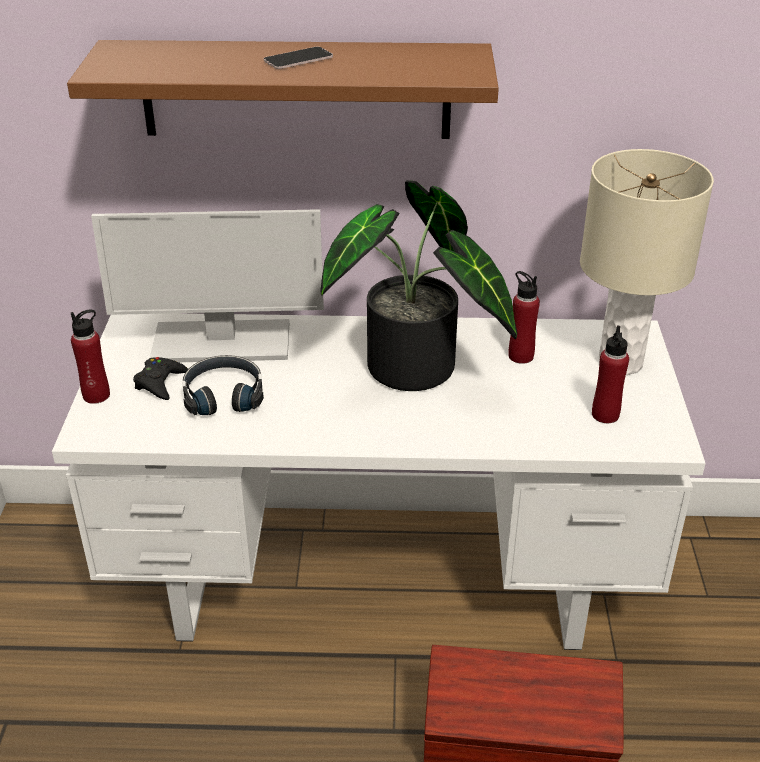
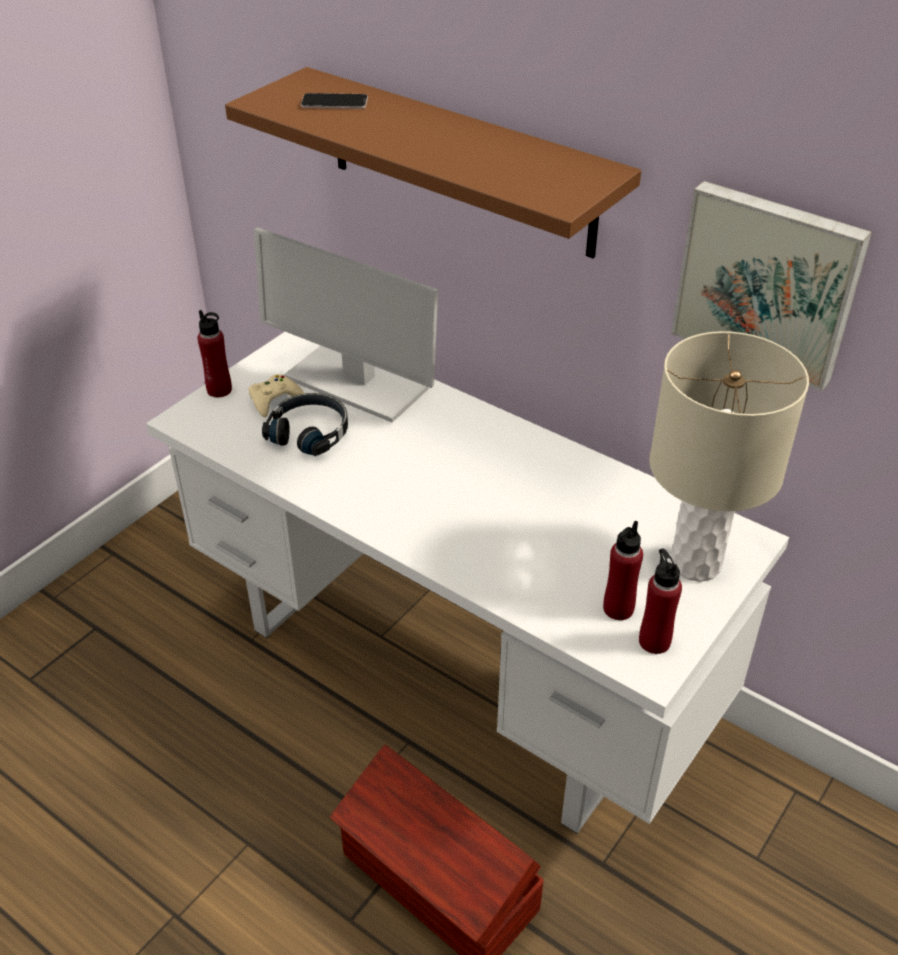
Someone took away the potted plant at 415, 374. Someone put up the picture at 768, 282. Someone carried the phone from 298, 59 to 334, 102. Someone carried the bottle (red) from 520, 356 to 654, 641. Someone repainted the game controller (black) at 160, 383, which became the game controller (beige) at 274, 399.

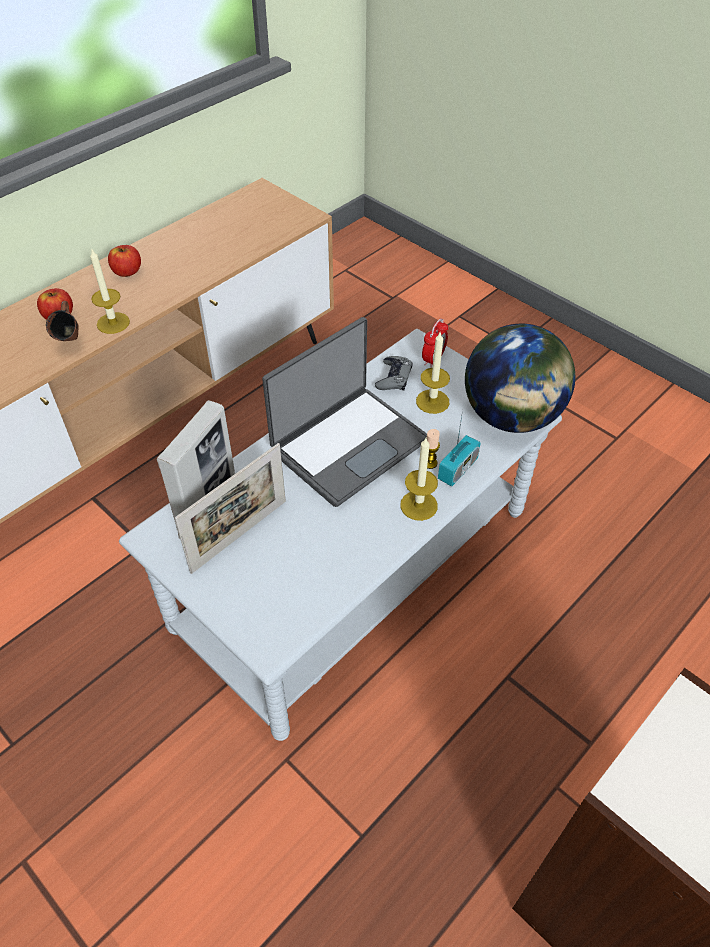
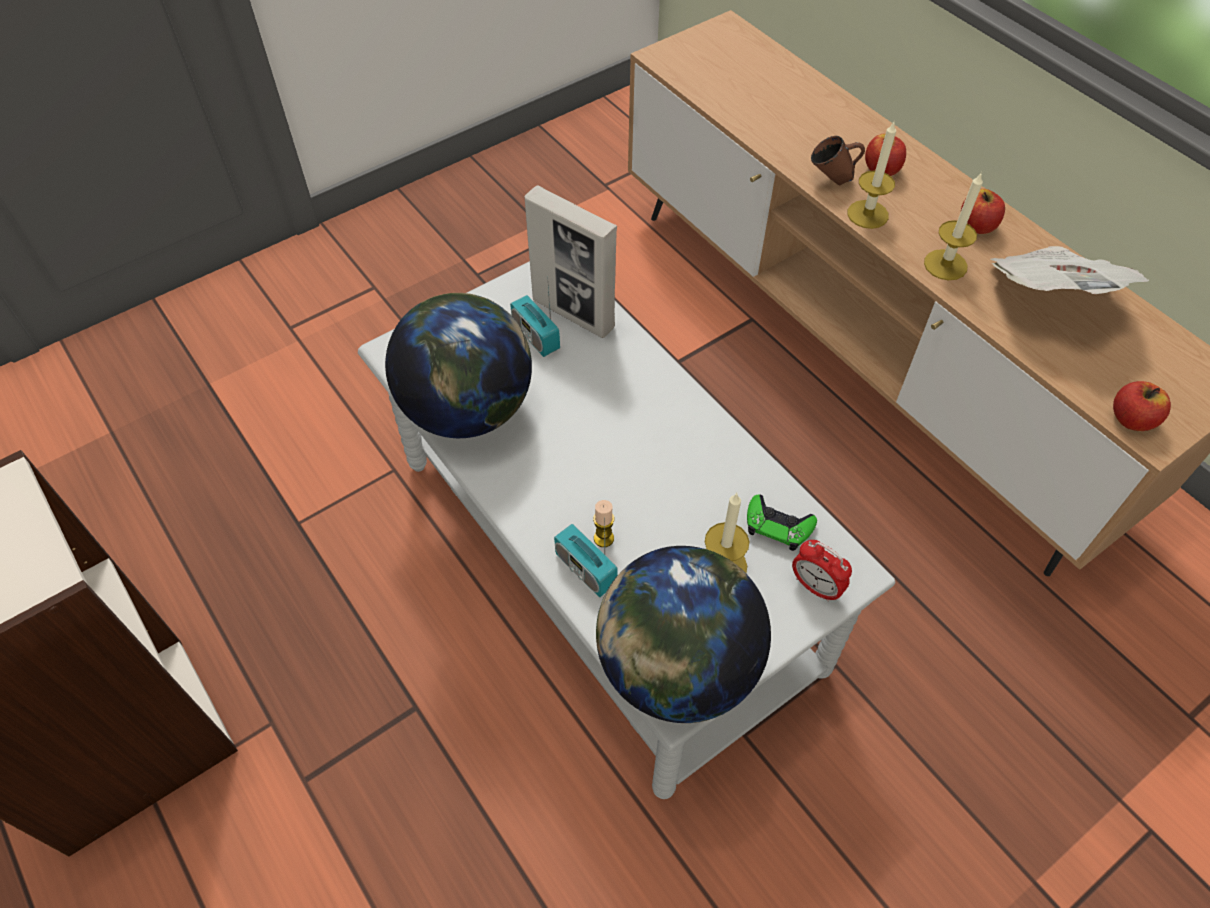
Someone took away the laptop at 348, 445. Someone put down the globe at 468, 409. Someone put down the newspaper at 1051, 296. Someone put down the apple at 1131, 419. Someone carried the candle from 418, 505 to 945, 265. Someone swapped the picture frame at 239, 536 for the radio at 535, 336. Someone repainted the game controller (grey) at 394, 377, which became the game controller (green) at 778, 526.

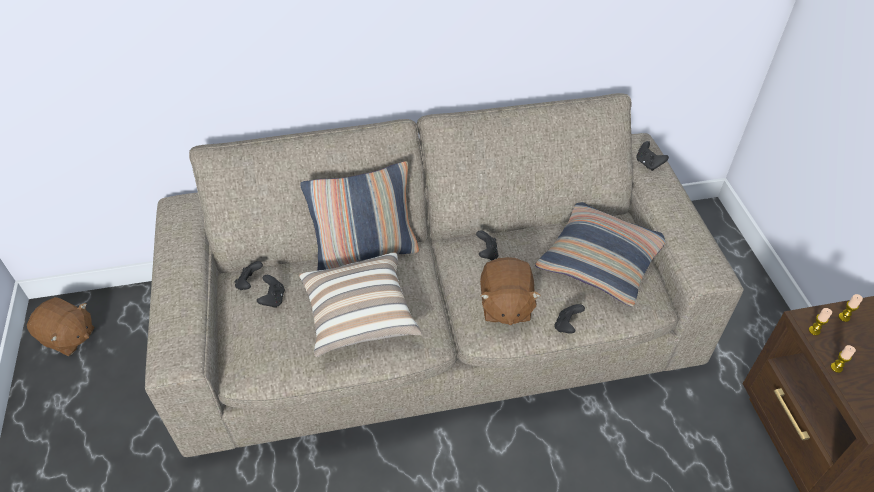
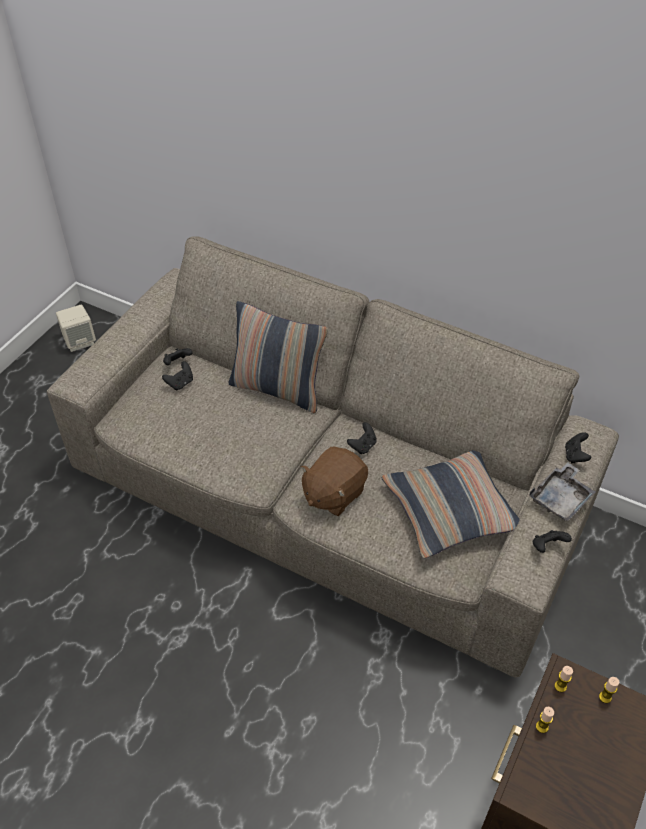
Someone took away the pillow at 360, 316. Someone put down the tray (grey) at 561, 498. Someone carried the game controller (black) from 567, 325 to 547, 547. Someone swapped the plush toy (brown) at 68, 337 for the speaker (beige) at 80, 341.

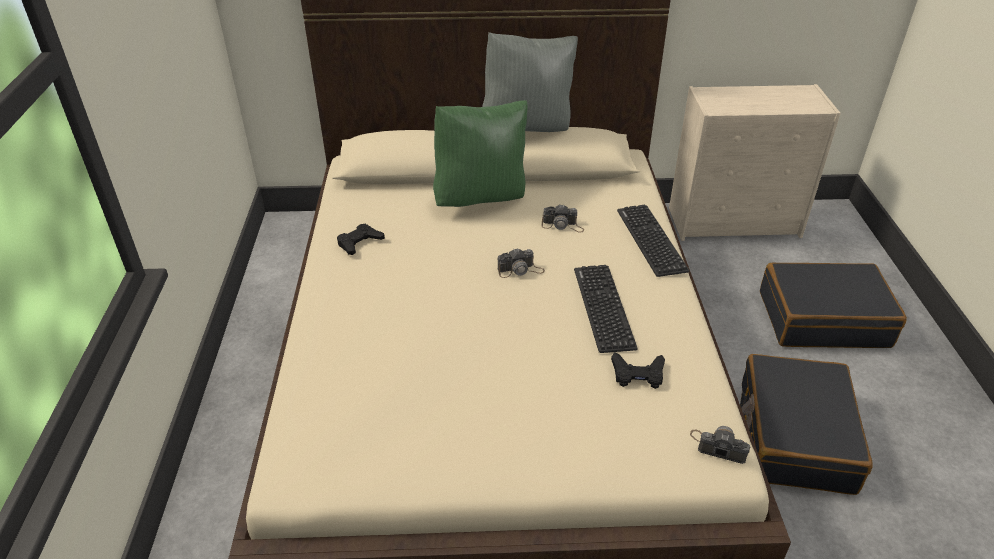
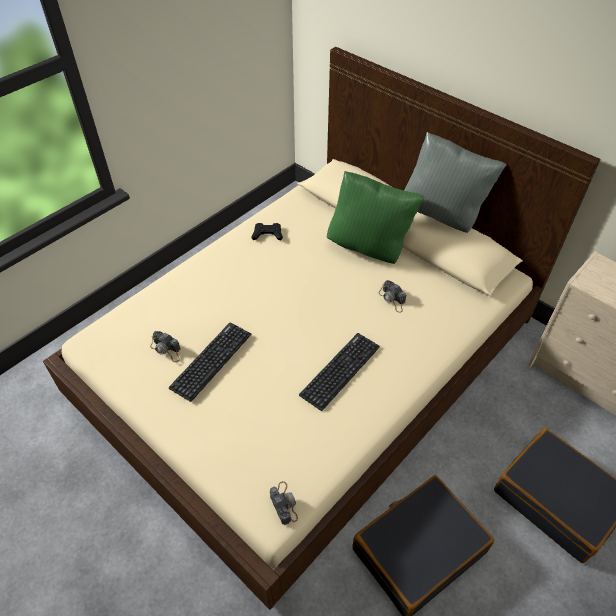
Someone took away the game controller (black) at 638, 374. Someone carried the photo camera from 520, 270 to 166, 350. Someone carried the keyboard from 651, 240 to 211, 360.

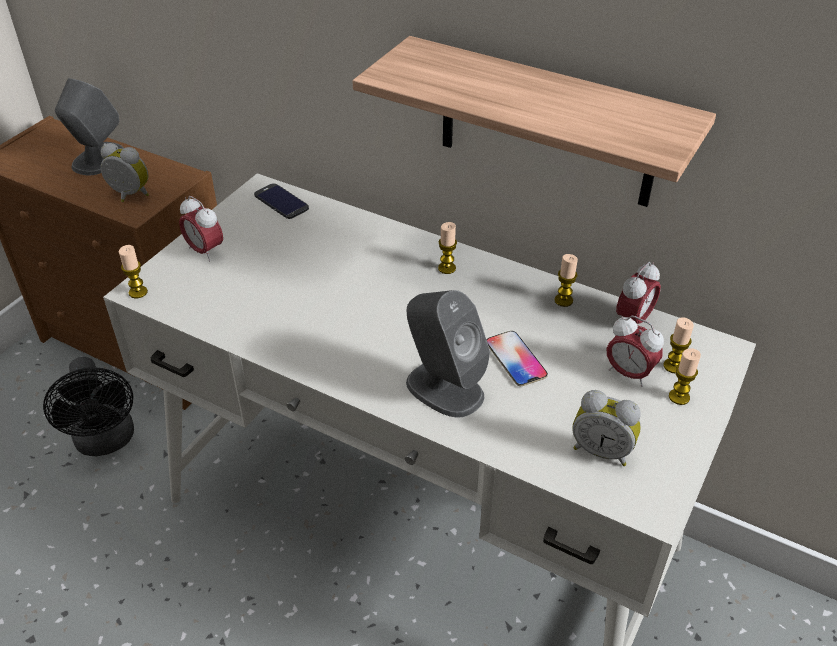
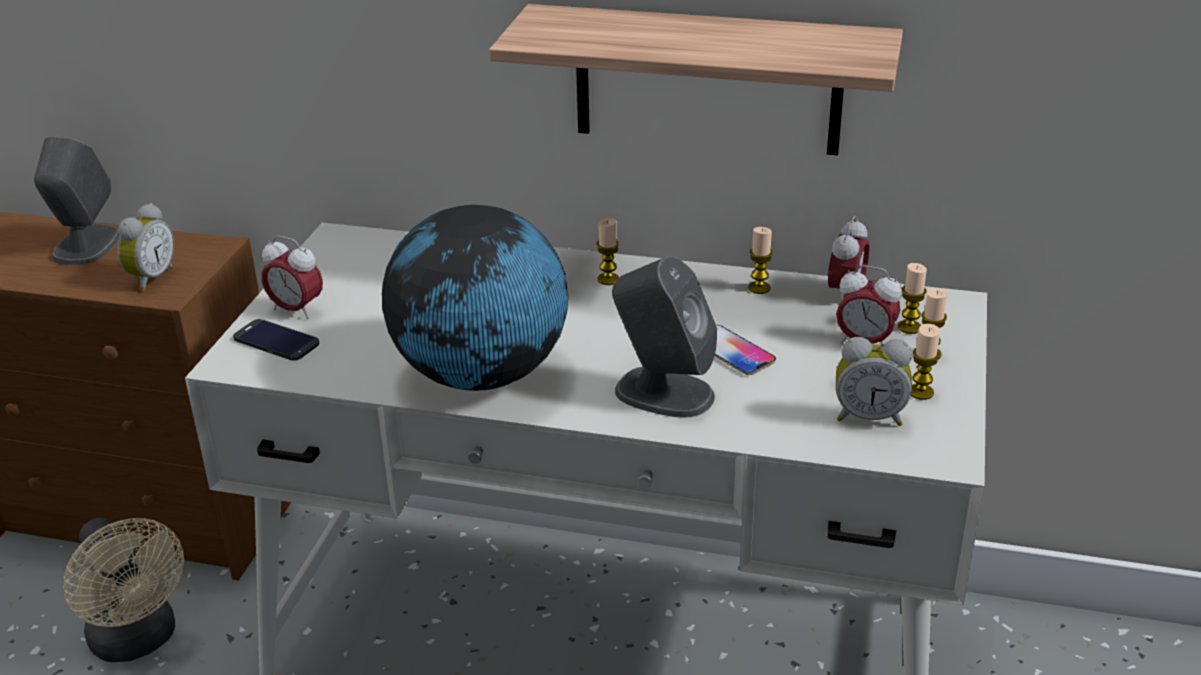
Someone put down the globe at 481, 375. Someone carried the candle from 138, 292 to 920, 392. Someone carried the phone from 281, 201 to 276, 341. Someone repainted the fan (black) at 106, 442, which became the fan (beige) at 138, 641. Someone rotated the alarm clock at 129, 196 by 105 degrees clockwise.

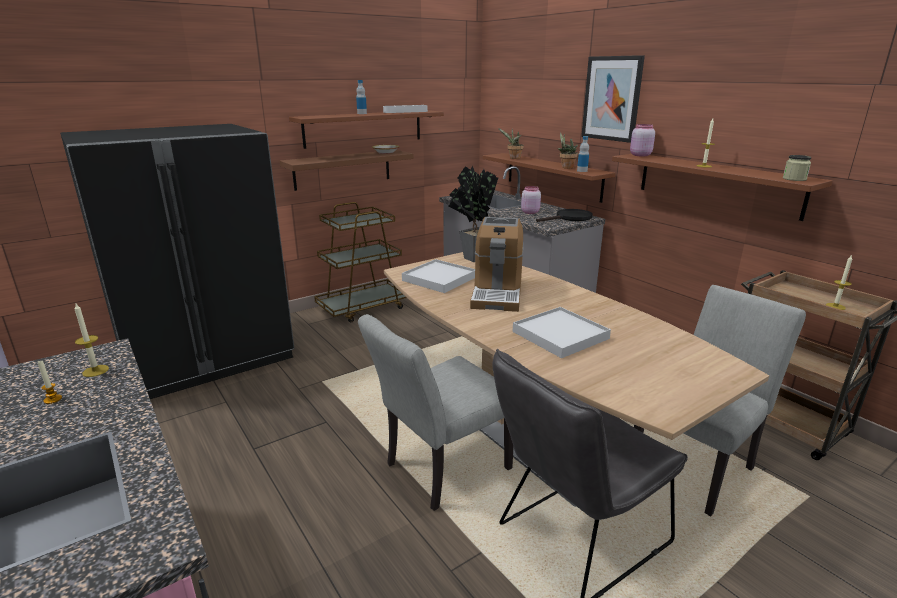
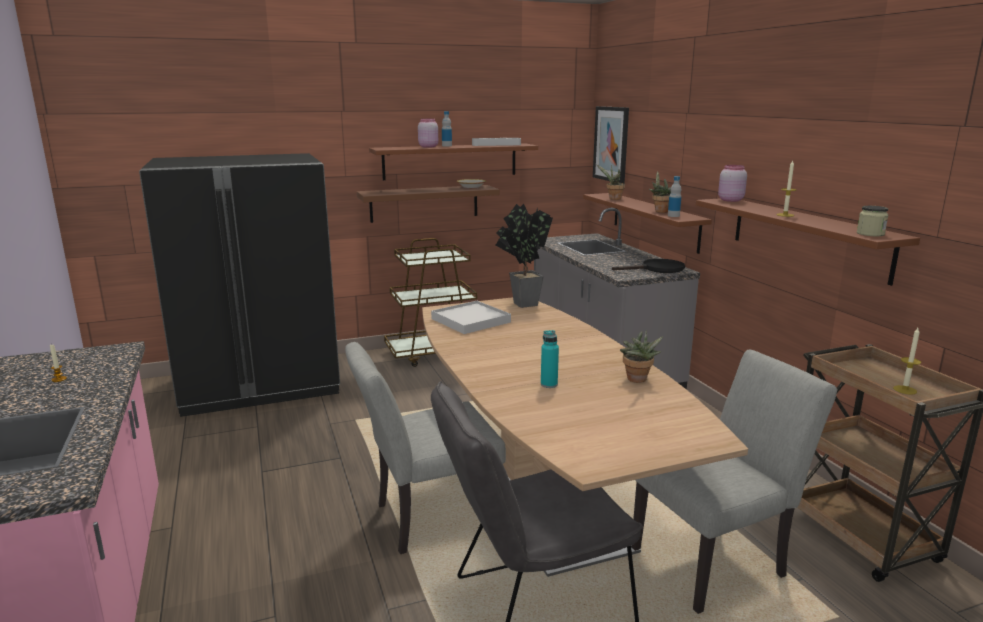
Someone took away the candle at 95, 371. Someone took away the coffee machine at 497, 293. Someone put down the potted plant at 637, 380. Someone carried the jar (pink) from 529, 212 to 428, 146. Someone carried the picture from 612, 98 to 611, 144. Someone swapped the tray (white) at 560, 335 for the bottle (turquoise) at 549, 384.

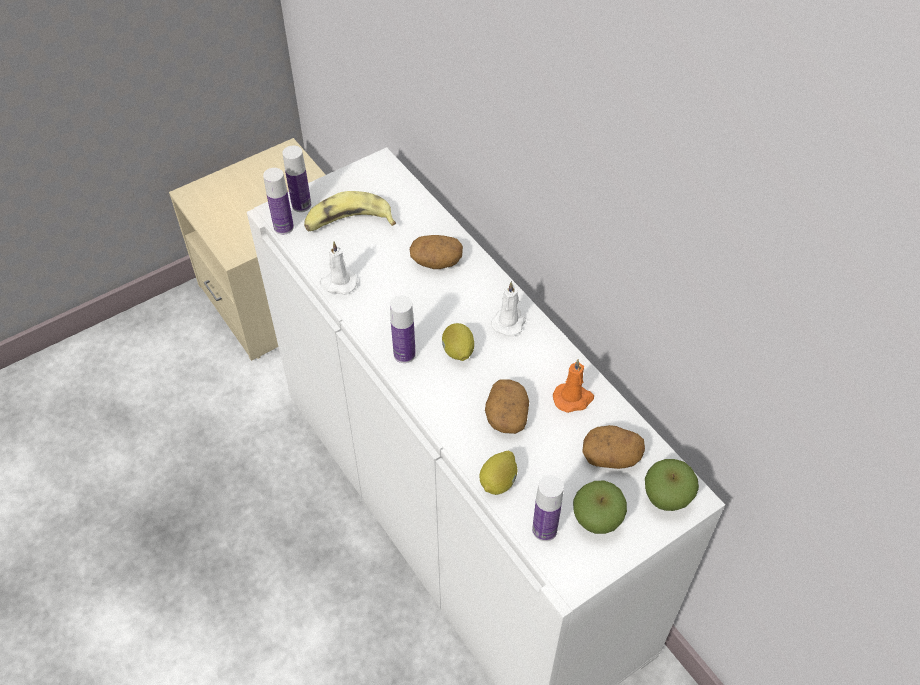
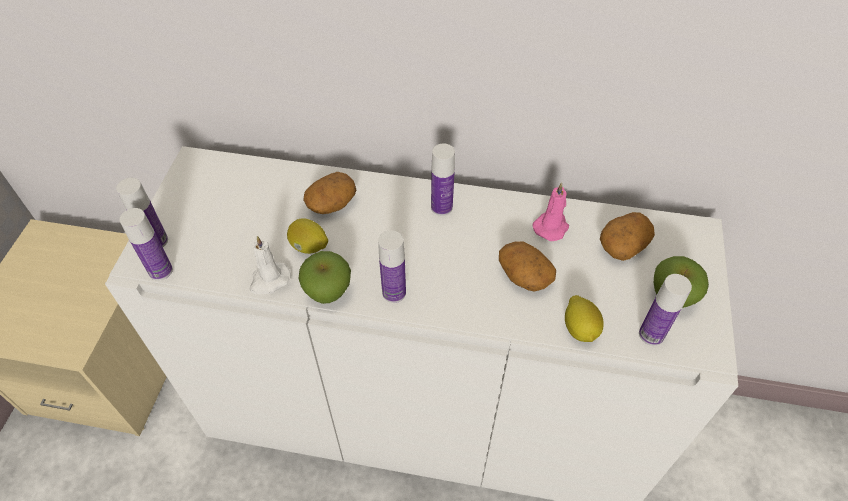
Someone took away the banana at 348, 222. Someone carried the lemon from 458, 352 to 309, 247. Someone carried the apple from 666, 498 to 328, 292. Someone swapped the candle (white) at 509, 322 for the bottle at 441, 207. Someone repainted the candle (orange) at 573, 398, which became the candle (pink) at 551, 226.

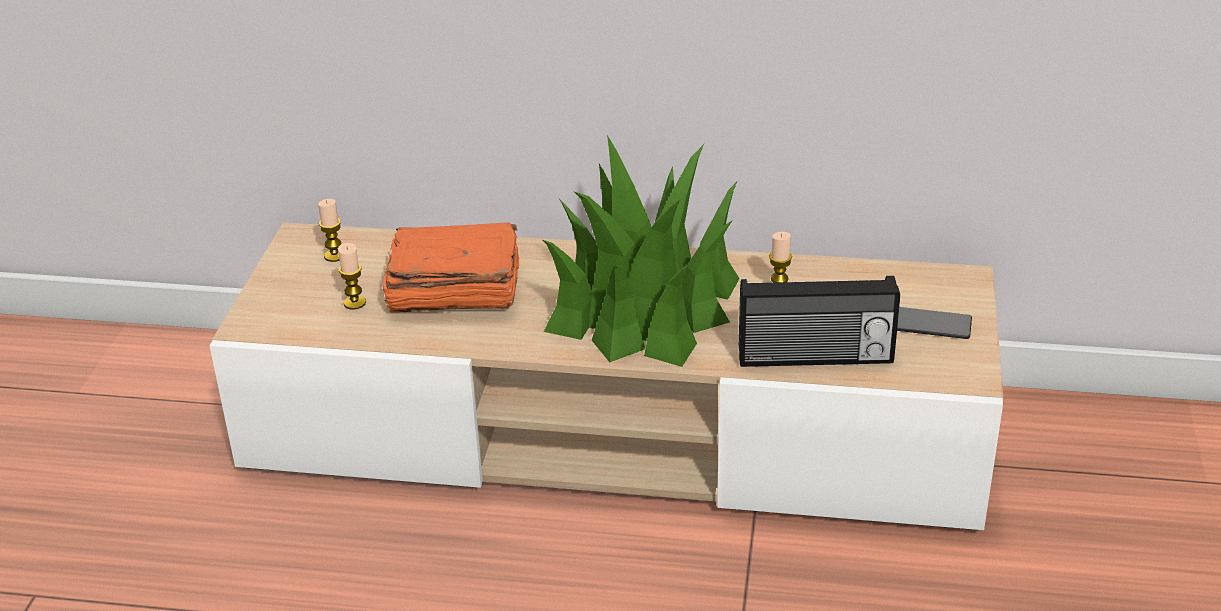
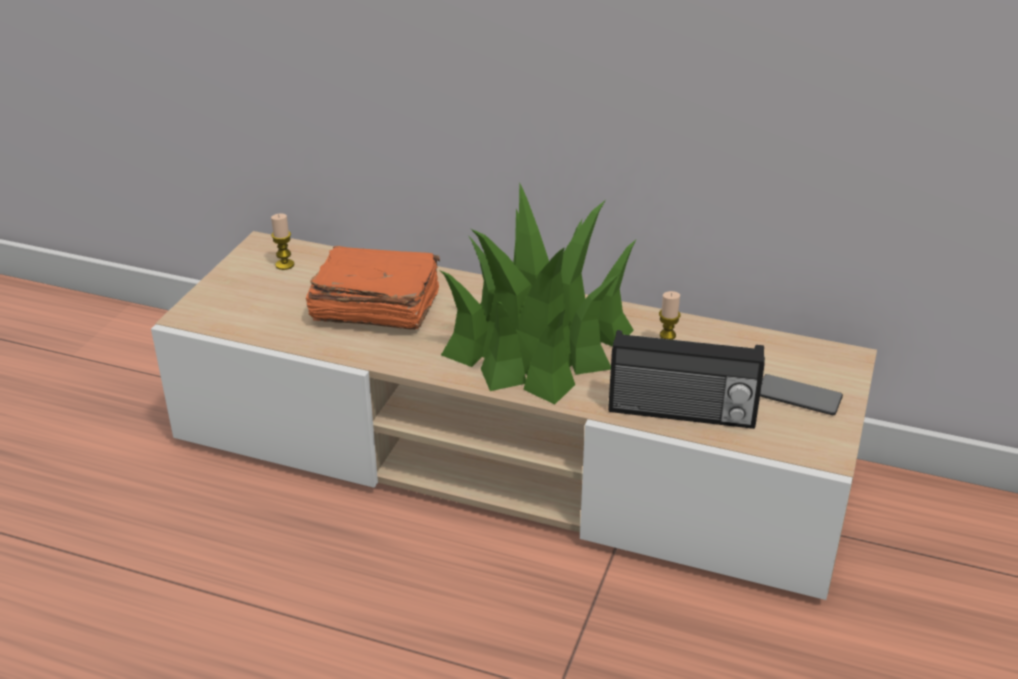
Someone took away the candle at 354, 303.

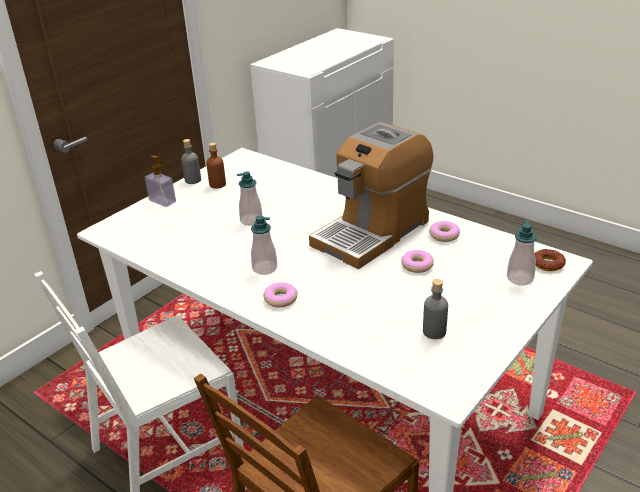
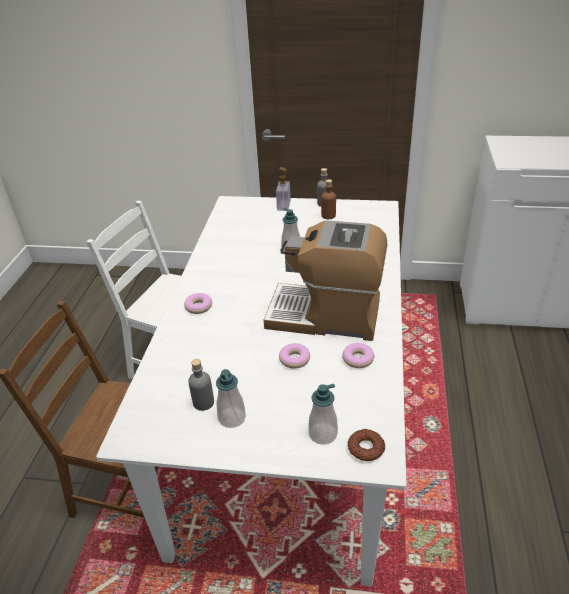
Someone carried the soap dispenser from 265, 268 to 232, 418.

